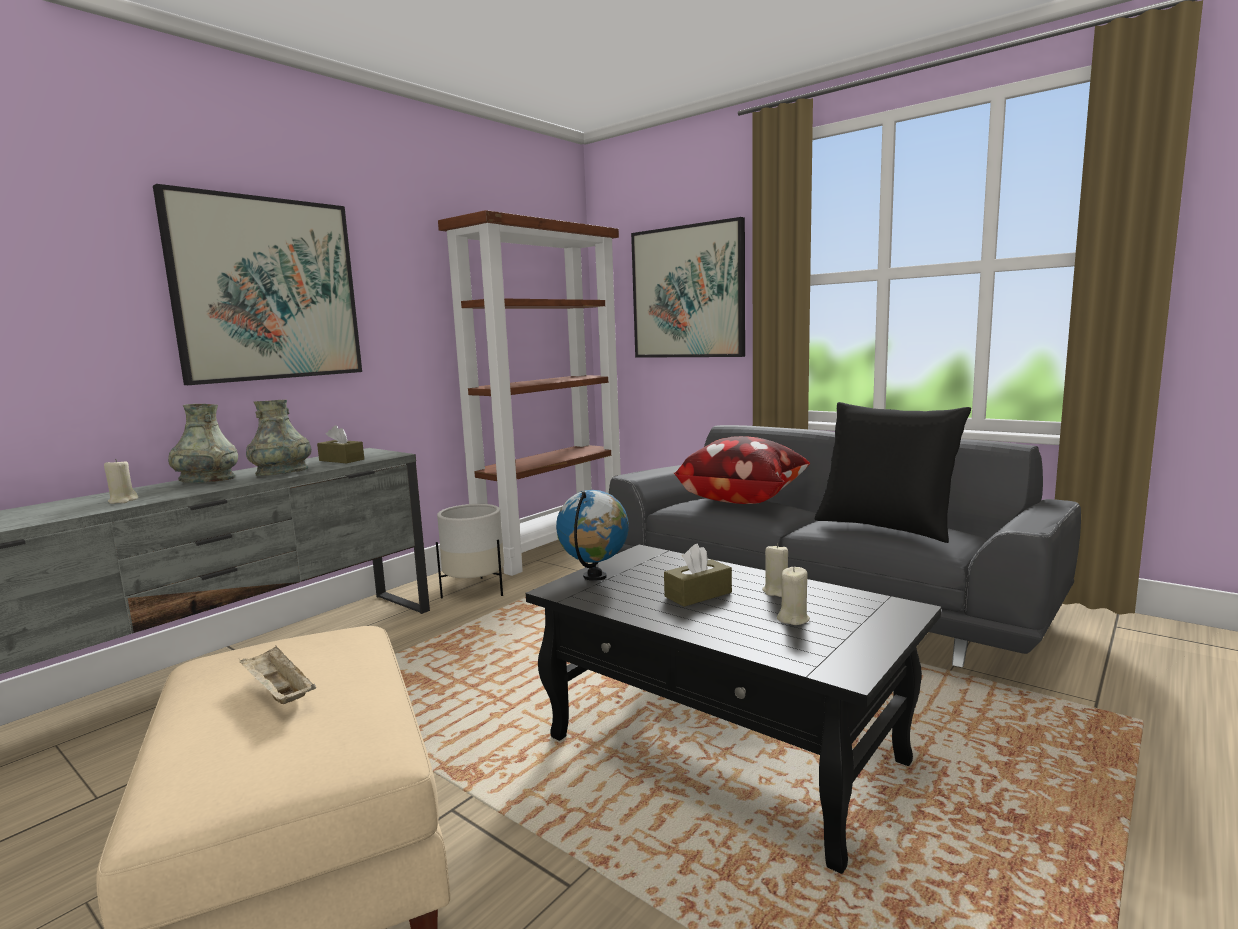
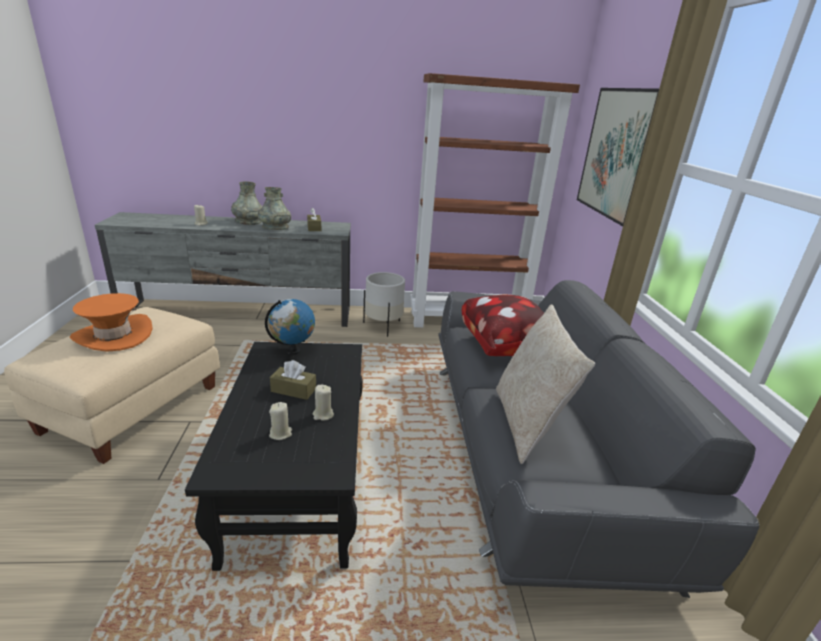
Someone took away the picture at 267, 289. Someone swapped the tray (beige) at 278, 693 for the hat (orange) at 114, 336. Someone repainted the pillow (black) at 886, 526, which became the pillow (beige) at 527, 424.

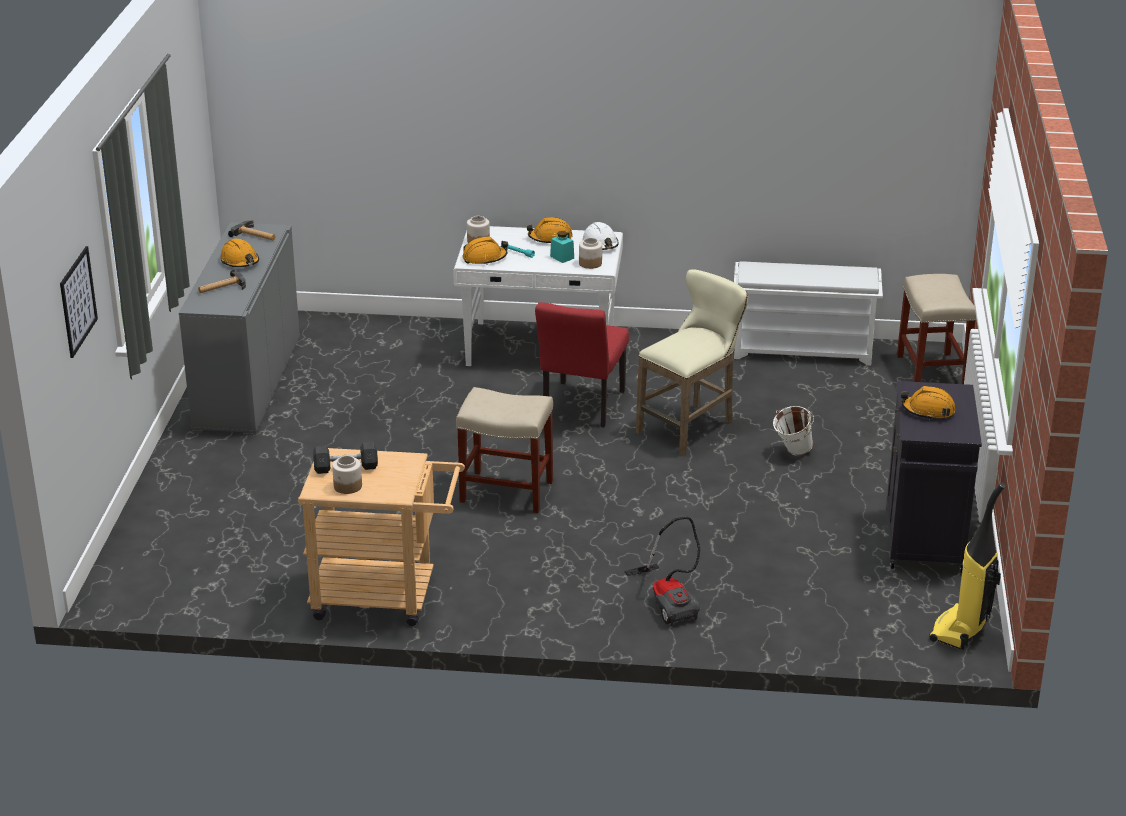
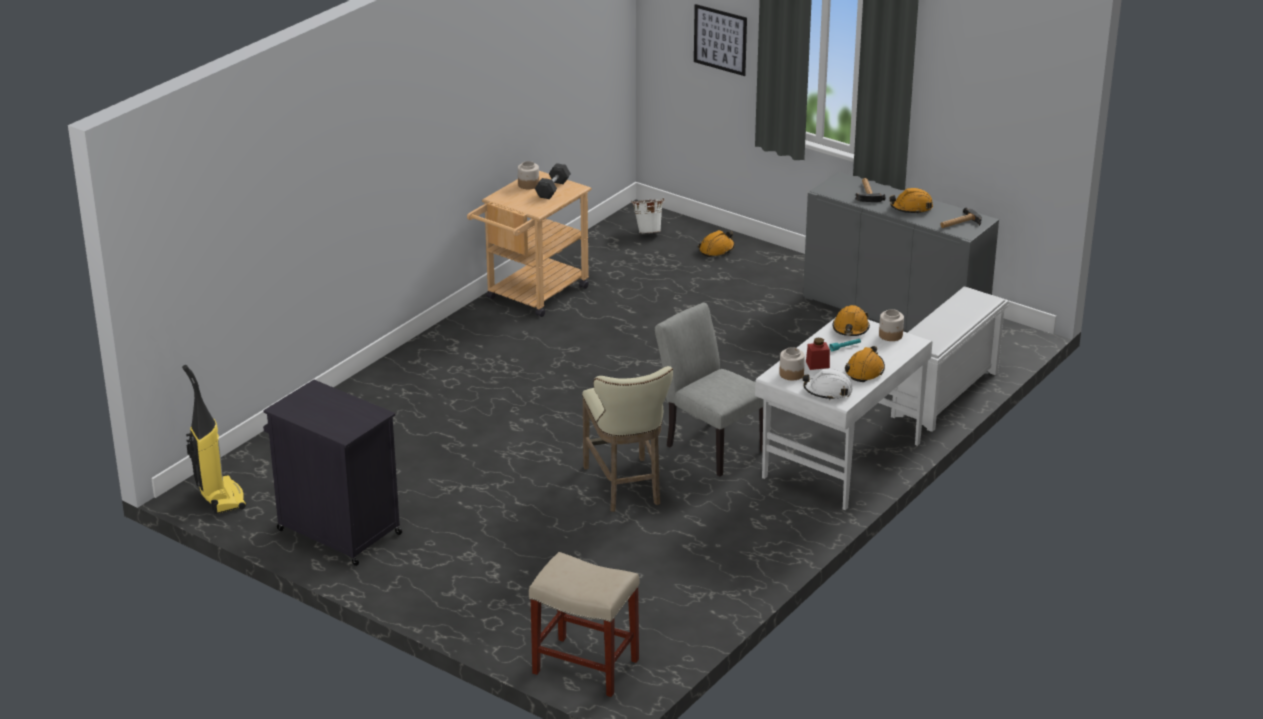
Someone took away the stool (beige) at 505, 491. Someone took away the vacuum cleaner at 670, 601. Someone carried the shoe rack (white) from 803, 350 to 945, 395. Someone carried the bucket (white) from 792, 453 to 648, 231. Someone carried the hard hat (orange) from 928, 411 to 717, 249. Someone repainted the chair (red) at 581, 408, which became the chair (grey) at 710, 445. Someone repainted the jar (turquoise) at 562, 257, which became the jar (red) at 817, 364.

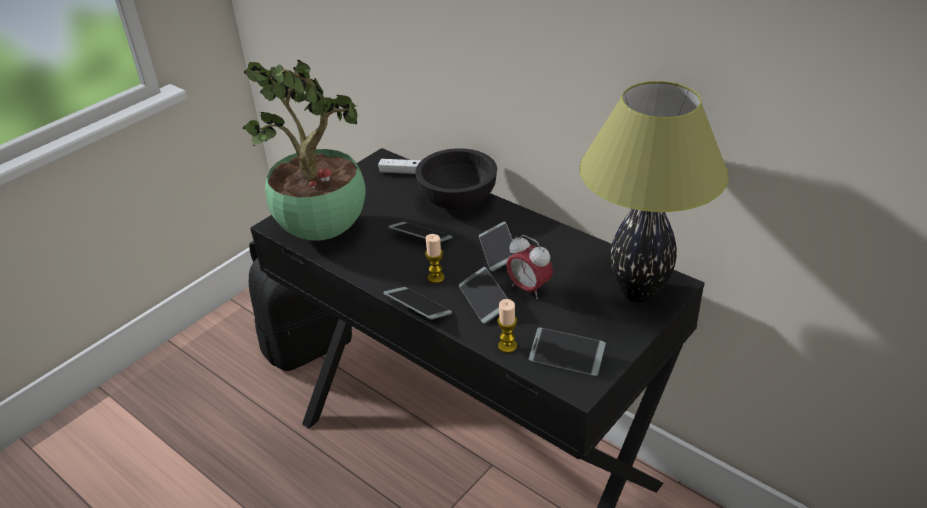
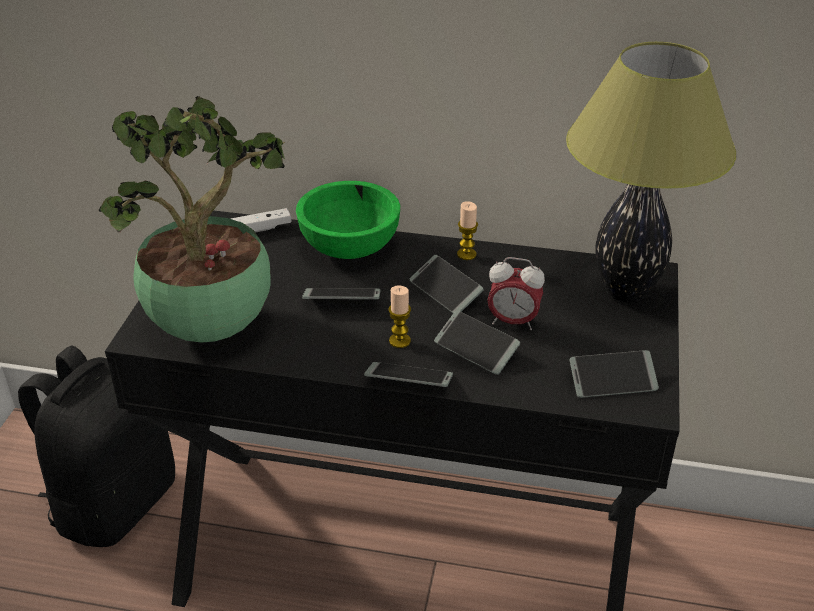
Someone carried the candle from 507, 346 to 466, 254. Someone repainted the bowl (black) at 458, 200, which became the bowl (green) at 350, 247.

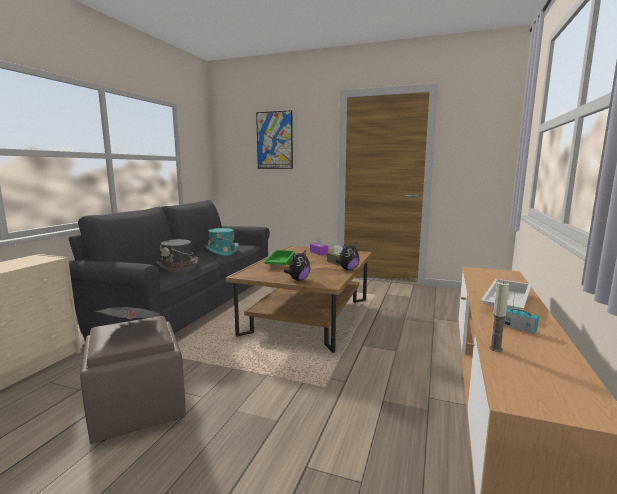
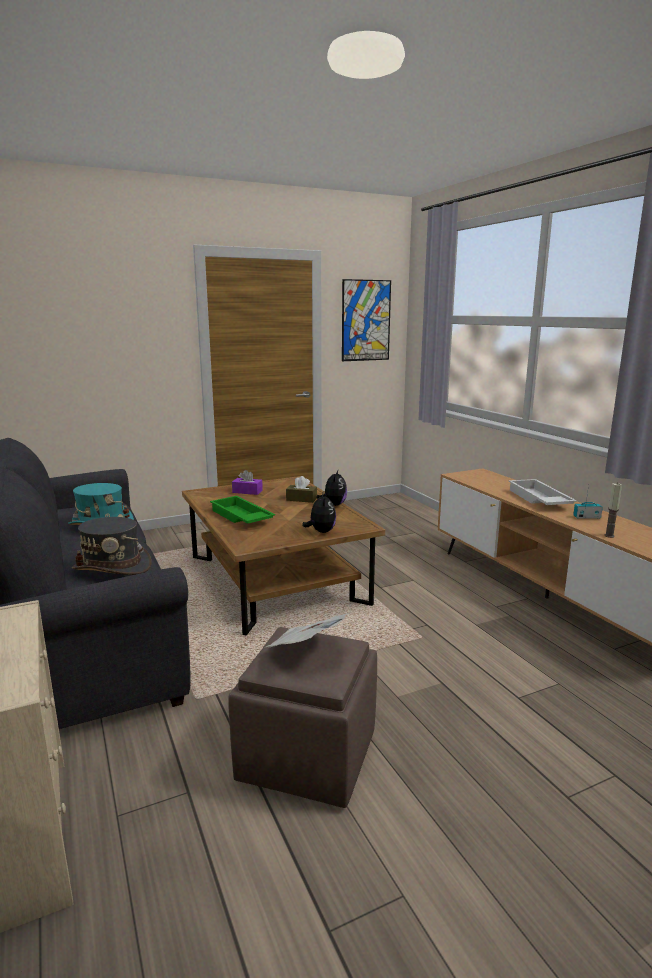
Someone carried the picture from 274, 140 to 366, 320.

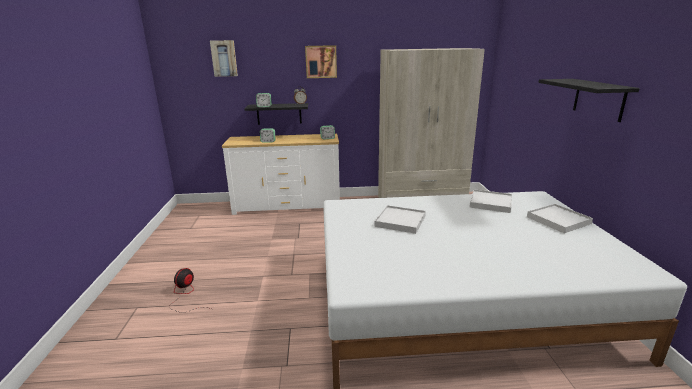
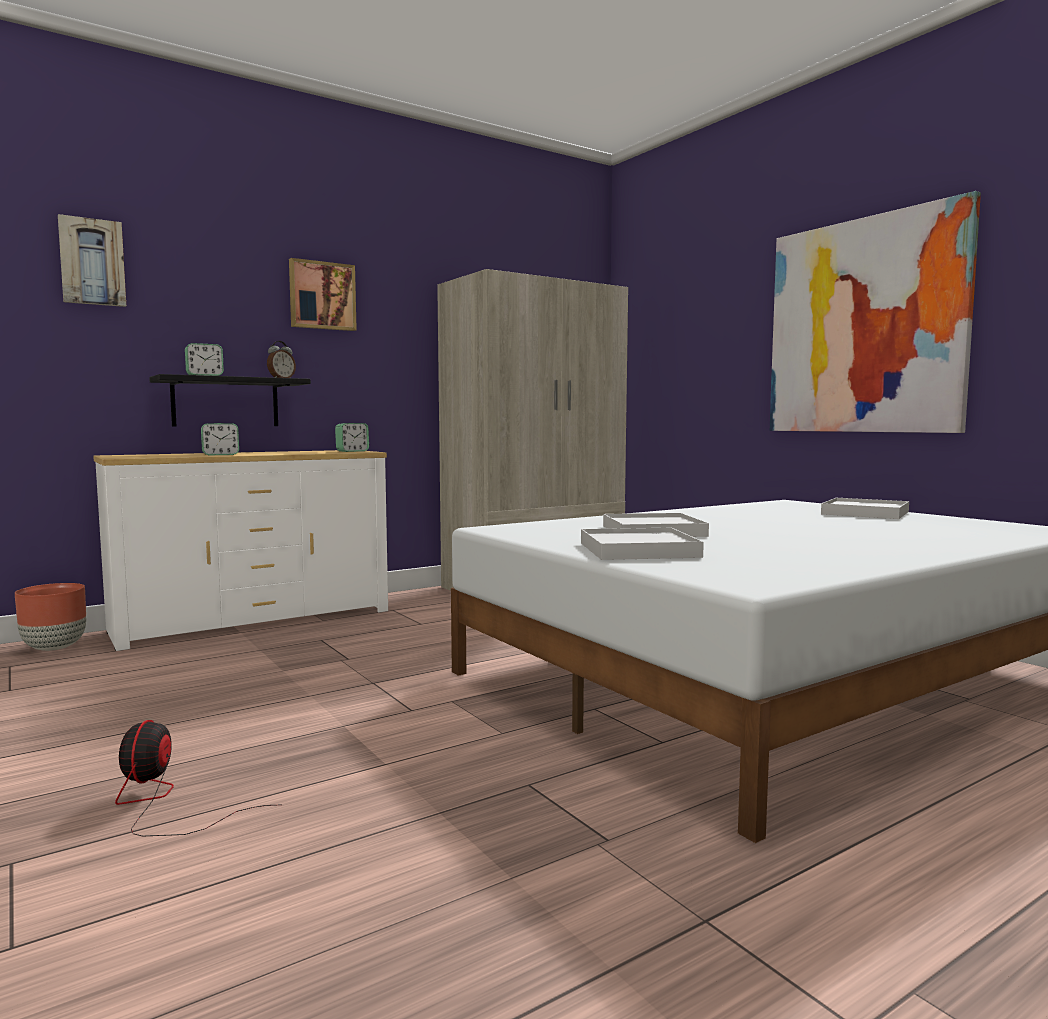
Someone put down the planter (brown) at 54, 647. Someone carried the tray (white) from 490, 203 to 638, 550. Someone swapped the shelf (black) at 598, 99 for the picture at 864, 326.

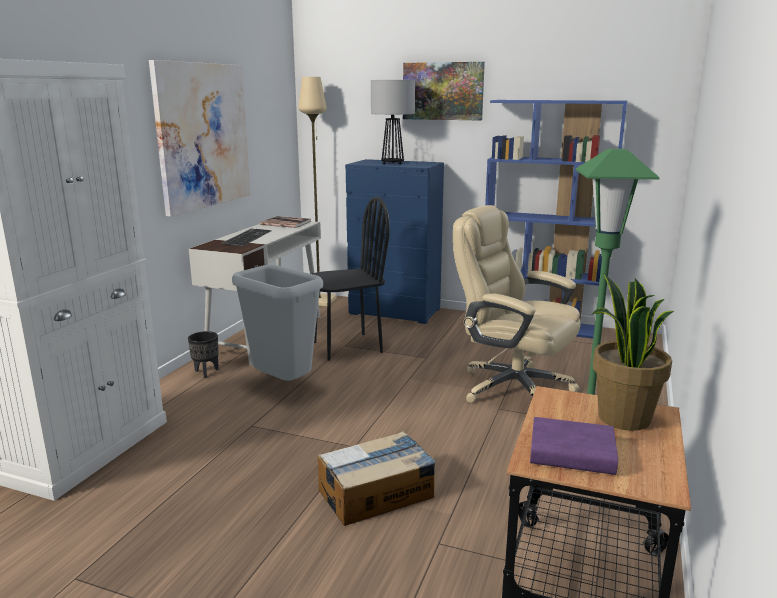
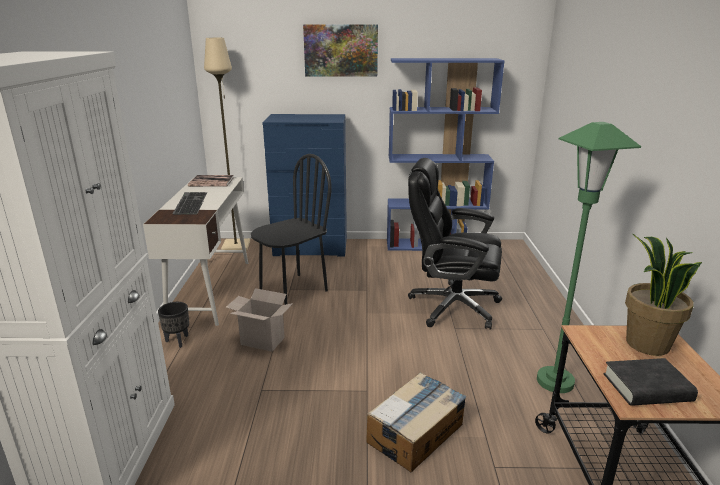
Someone took away the picture at 203, 136. Someone took away the table lamp at 392, 163. Someone swapped the trash can (grey) at 281, 385 for the cardboard box at 261, 341. Someone repainted the office chair (beige) at 512, 387, which became the office chair (black) at 452, 306. Someone repainted the book (purple) at 571, 453, which became the book (black) at 647, 388.

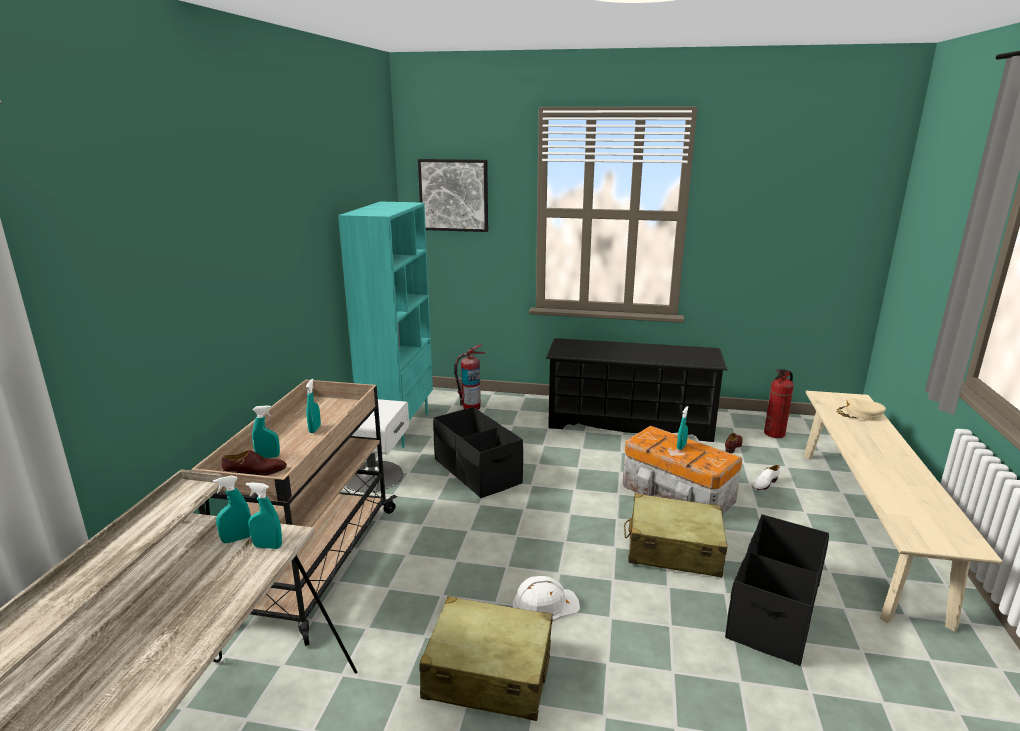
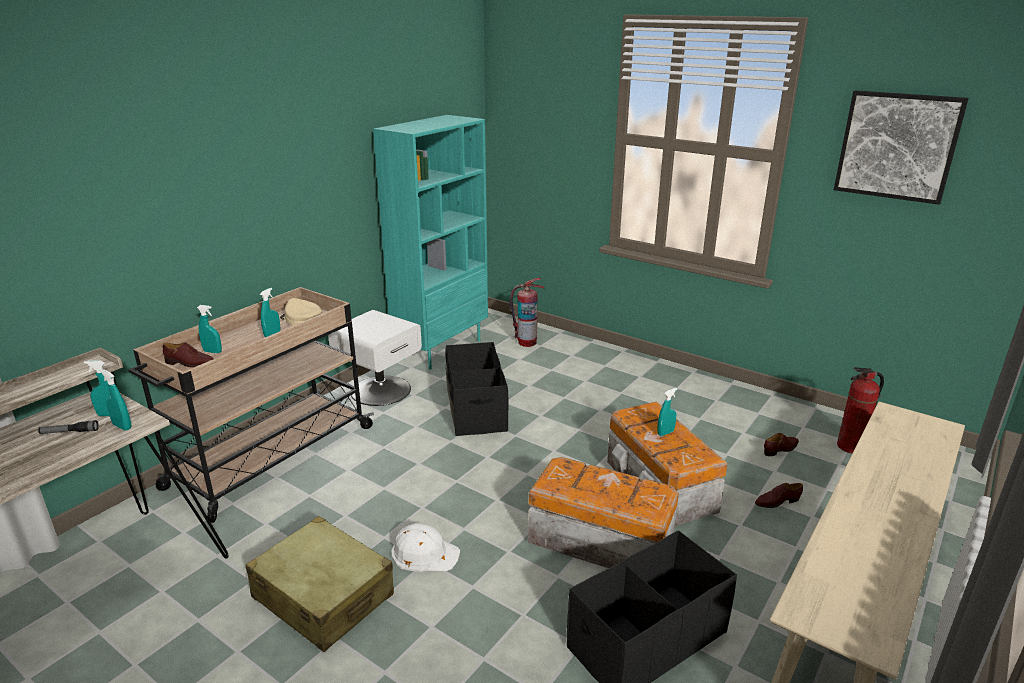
Someone took away the shoe rack (black) at 630, 423. Someone put down the flashlight at 69, 432. Someone carried the picture from 454, 195 to 897, 146. Someone carried the cap (beige) from 859, 414 to 301, 318. Someone swapped the suitcase (beige) at 673, 549 for the storage box at 599, 541. Someone repainted the shoe (white) at 764, 484, which became the shoe (brown) at 777, 501.

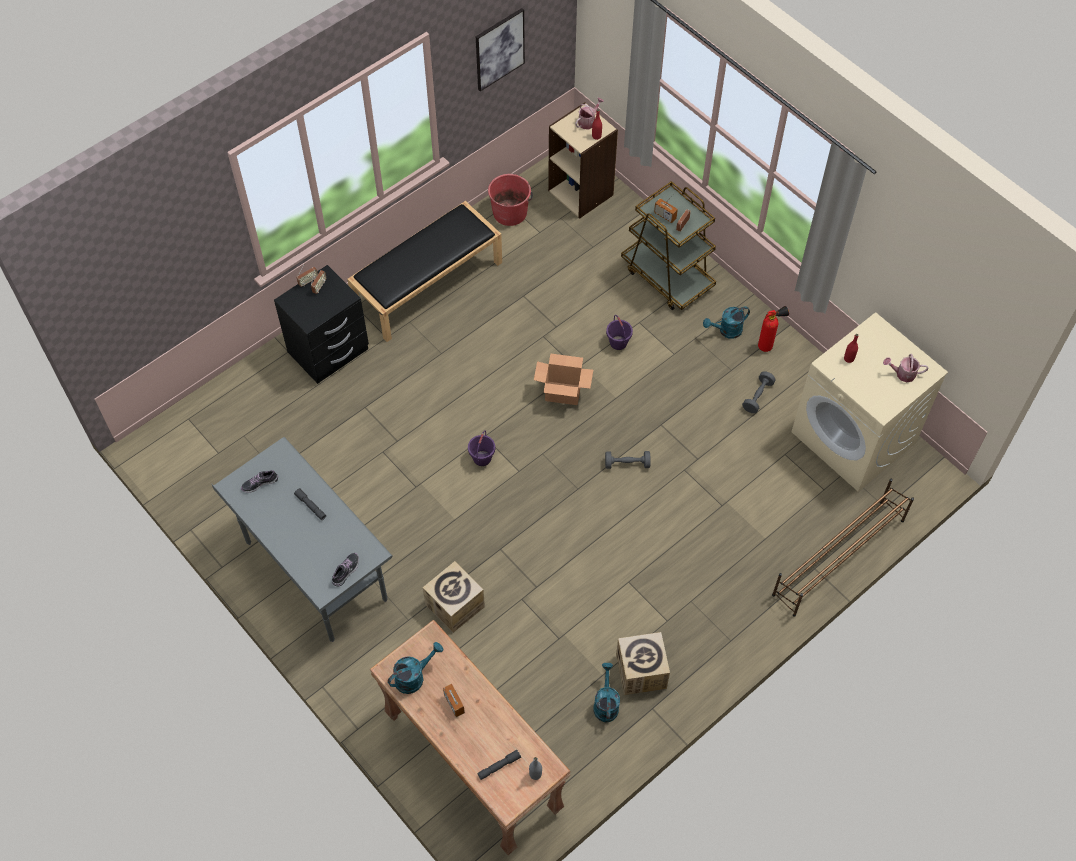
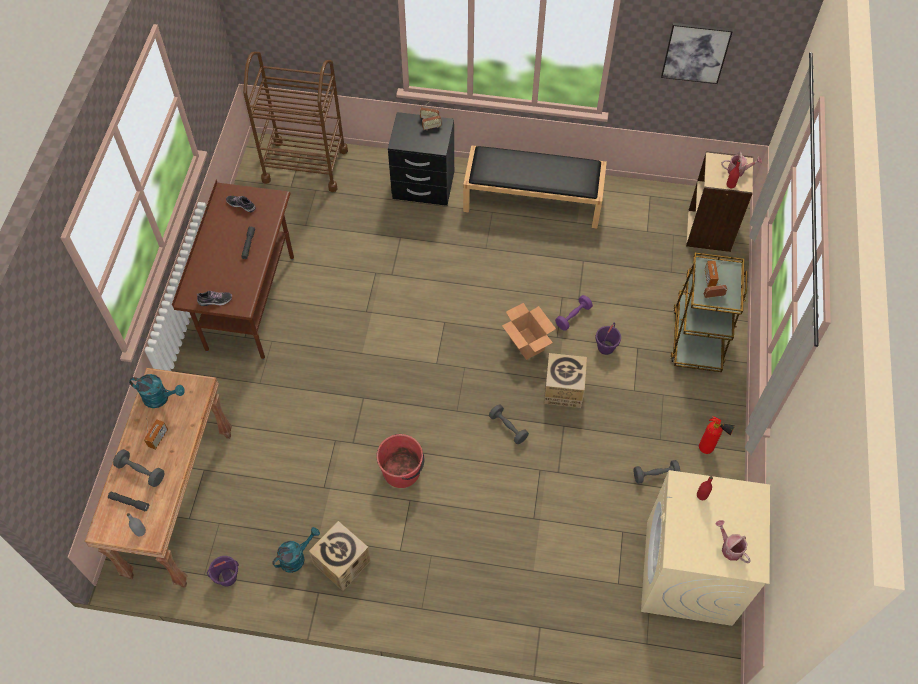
Someone took away the watering can (turquoise) at 726, 331. Someone took away the shoe rack (brown) at 838, 557. Someone put down the dumbbell (grey) at 141, 472. Someone put down the cart (brown) at 305, 165. Someone put down the dumbbell (purple) at 573, 316. Someone carried the cardboard box from 455, 606 to 563, 389. Someone carried the bucket (purple) from 482, 458 to 227, 577. Someone carried the bucket (red) from 510, 212 to 402, 471. Someone repainted the desk (grey) at 316, 572, which became the desk (brown) at 250, 303.

